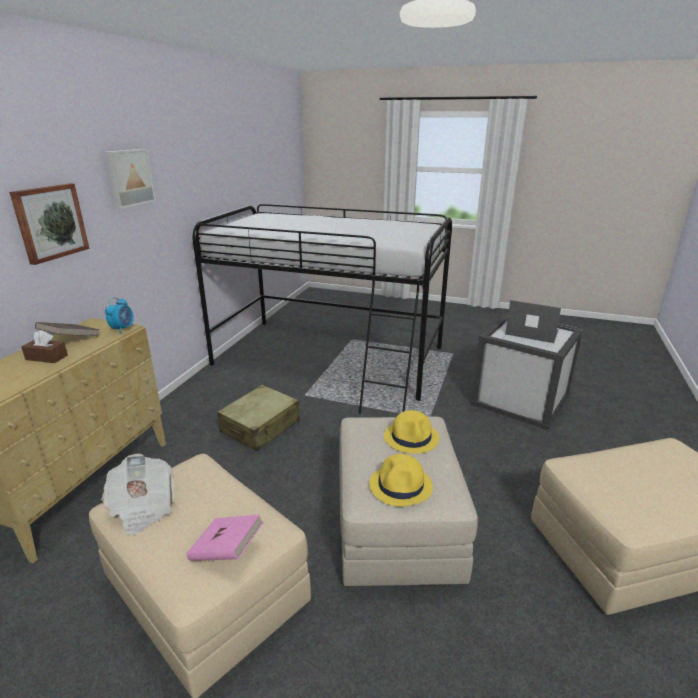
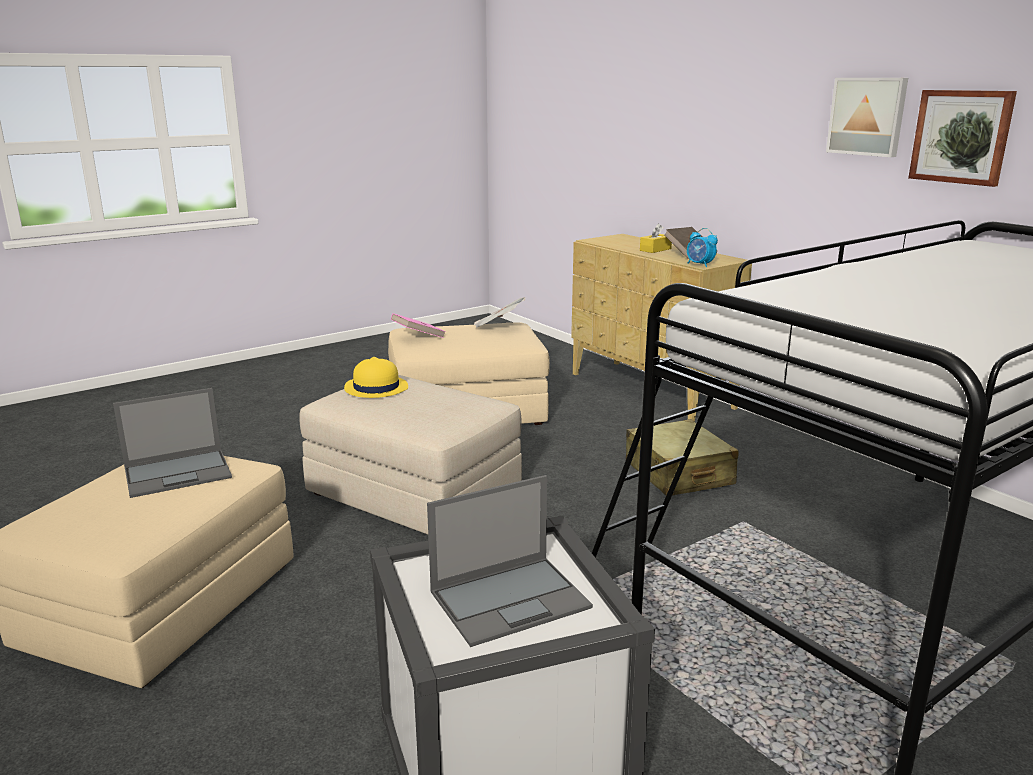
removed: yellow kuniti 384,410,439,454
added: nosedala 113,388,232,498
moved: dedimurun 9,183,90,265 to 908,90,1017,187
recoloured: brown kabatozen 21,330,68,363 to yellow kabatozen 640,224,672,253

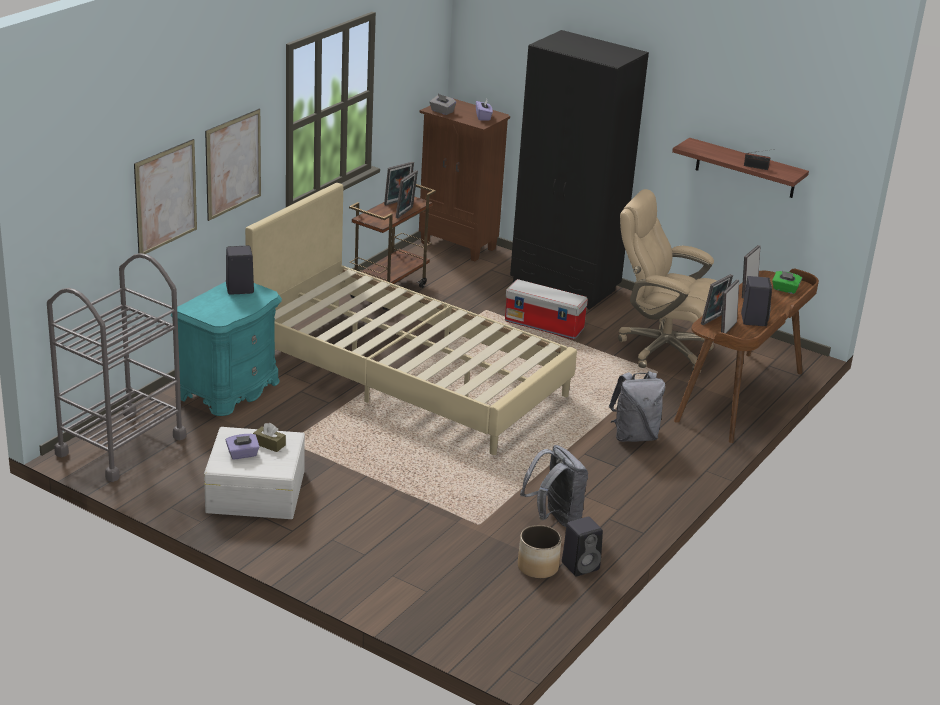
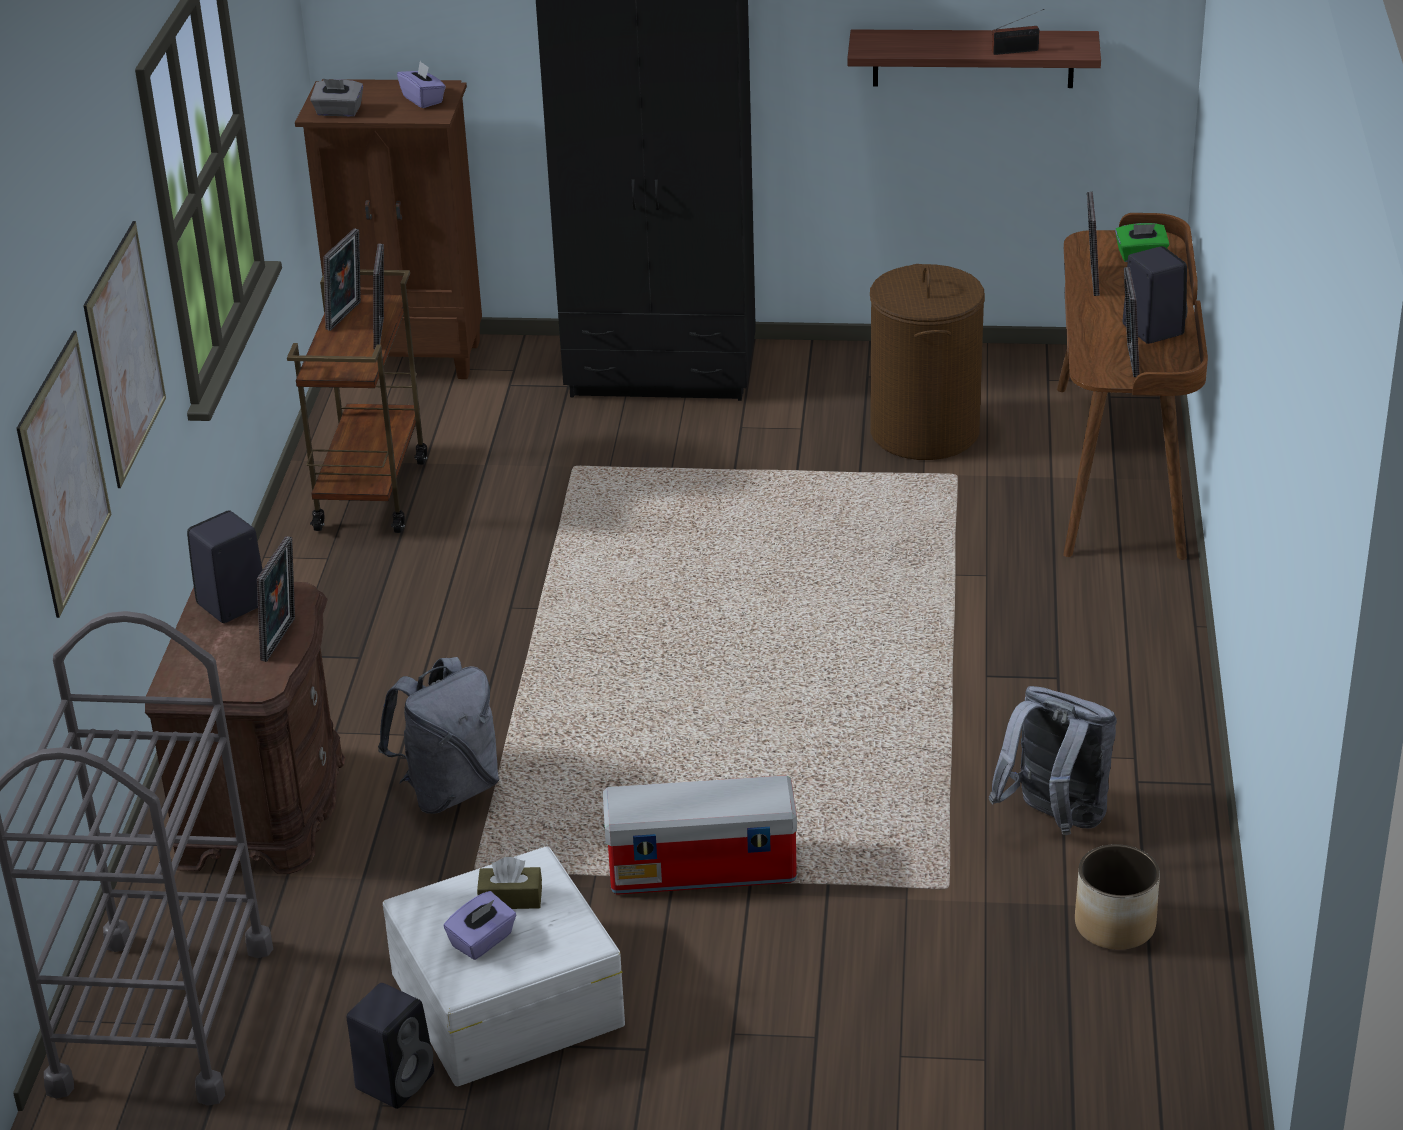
removed: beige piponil 245,183,577,455
moved: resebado 701,274,733,325 to 257,536,295,662; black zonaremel 562,517,603,576 to 347,983,434,1109; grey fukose 609,371,665,442 to 378,657,499,814; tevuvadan 505,279,588,340 to 603,775,797,894
replaced: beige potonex 618,189,717,372 to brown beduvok 870,264,985,460
recoloured: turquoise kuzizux 171,282,282,416 to brown kuzizux 145,582,345,874

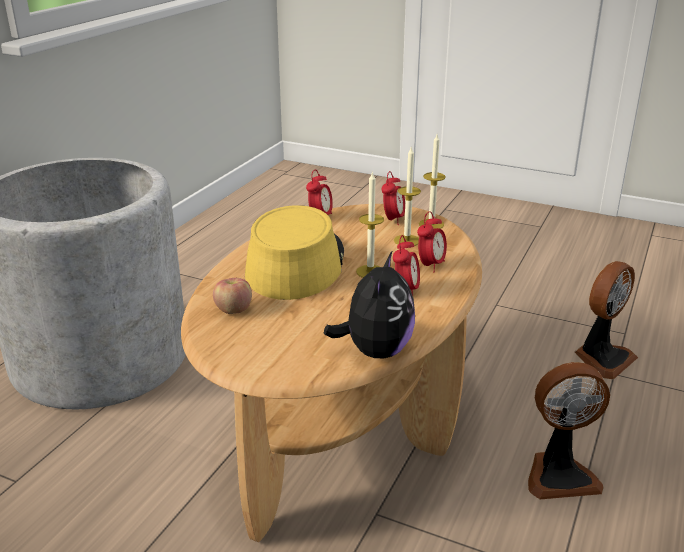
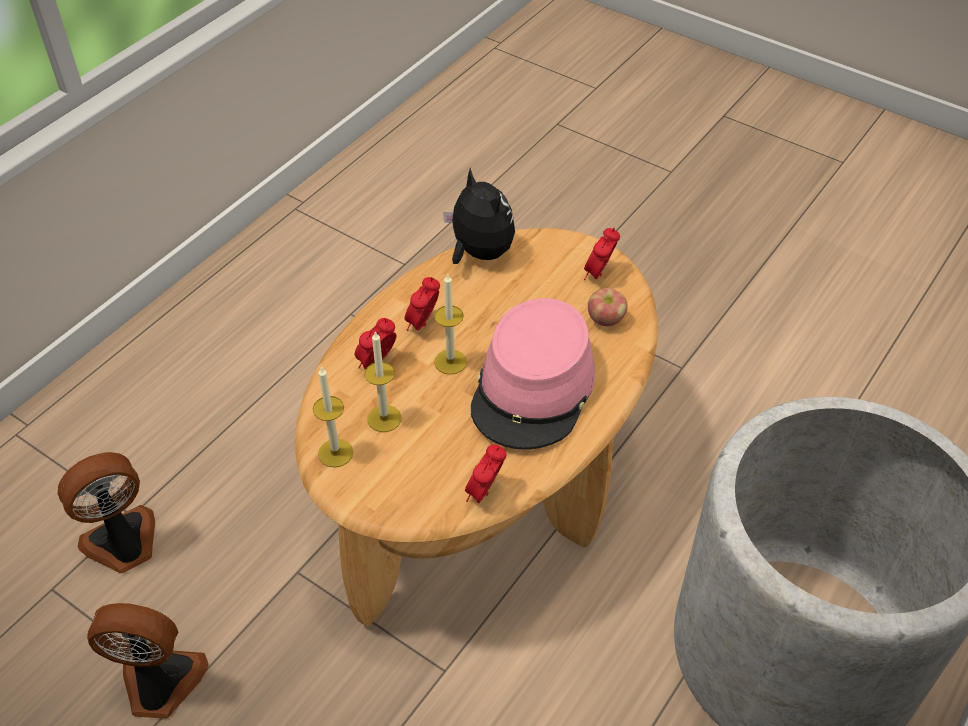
moved: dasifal 528,362,610,499 to 87,603,209,719; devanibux 381,171,405,225 to 584,228,620,280
recoloured: yellow kuniti 245,205,344,300 to pink kuniti 471,298,595,450
turned: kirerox 324,250,415,358 = 443,168,515,264 120 degrees clockwise

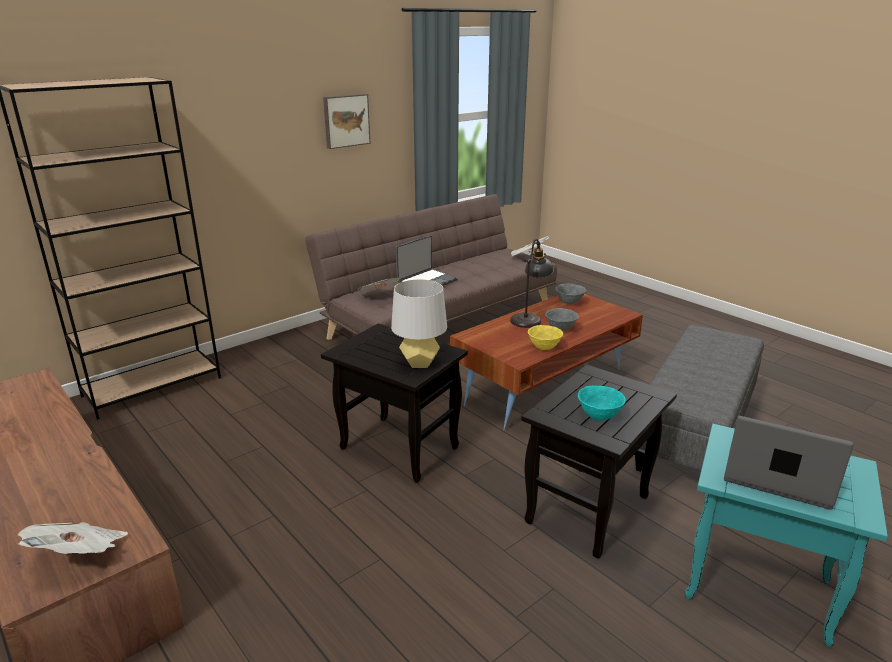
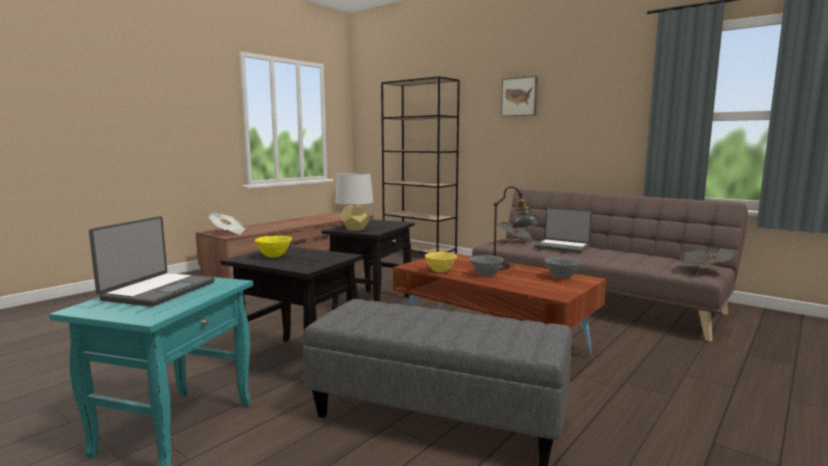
moved: dedimurun 323,94,370,149 to 501,76,538,117
recoloured: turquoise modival 578,386,626,420 to yellow modival 255,236,292,257

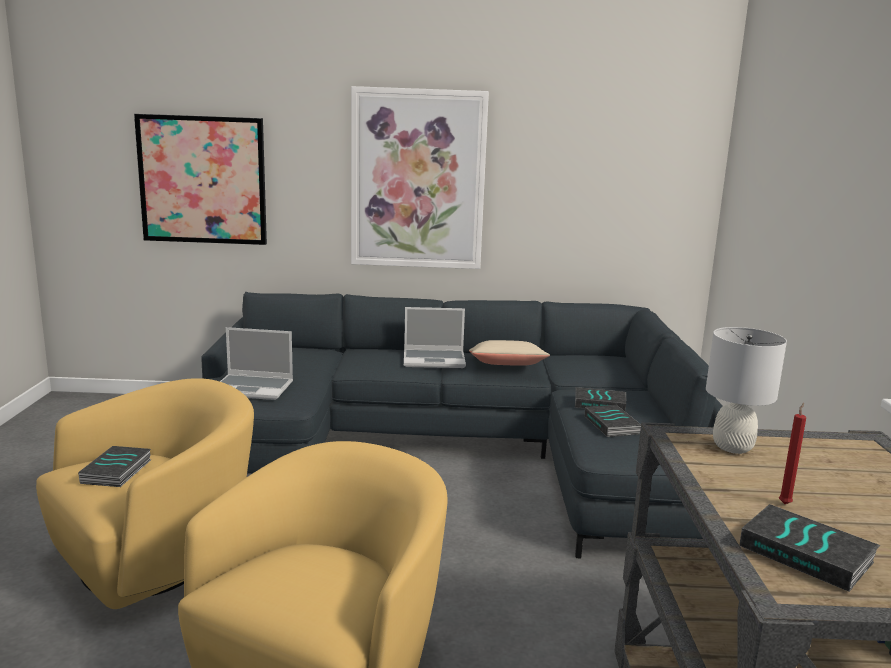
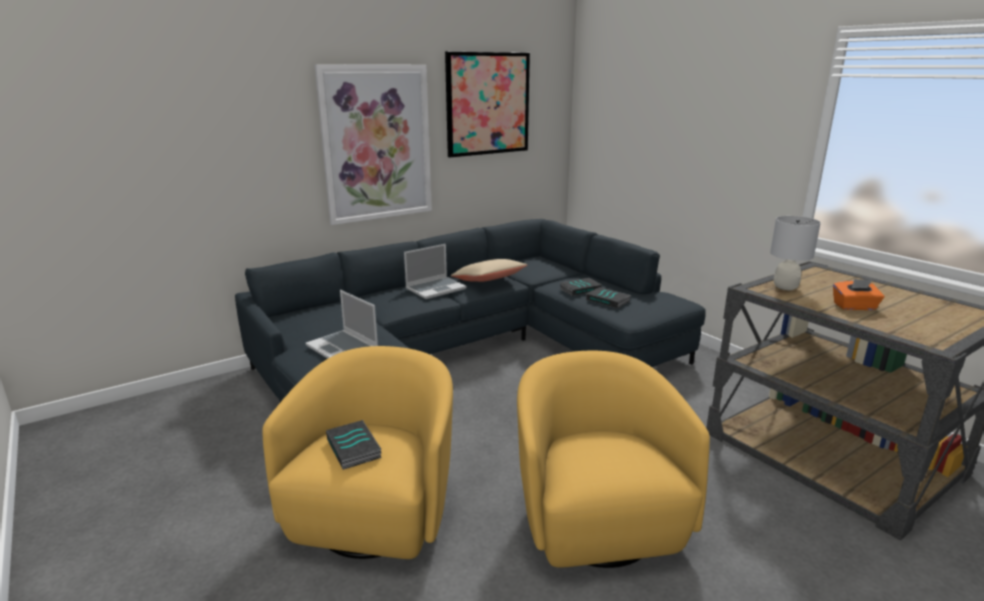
removed: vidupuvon 739,504,880,592
moved: dedimurun 134,114,267,245 to 445,51,530,158
replaced: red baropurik 779,402,806,504 to orange kabatozen 833,279,884,310
turned: nosedala 220,327,293,400 = 305,290,378,359 75 degrees clockwise

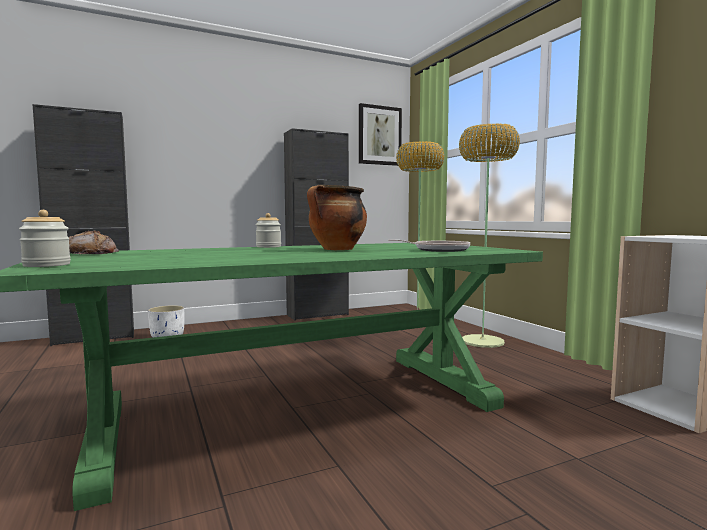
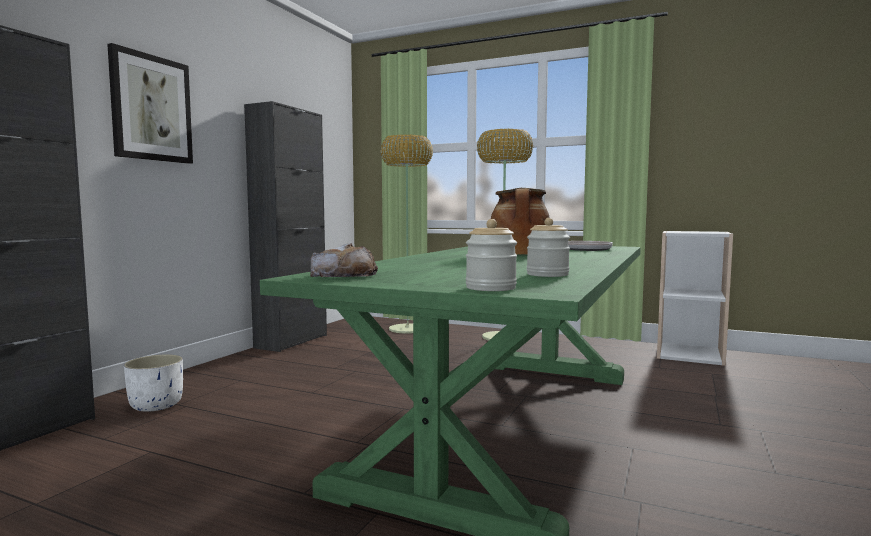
moved: dedimurun 359,103,402,166 to 107,43,193,164; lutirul 256,213,281,248 to 527,218,570,277

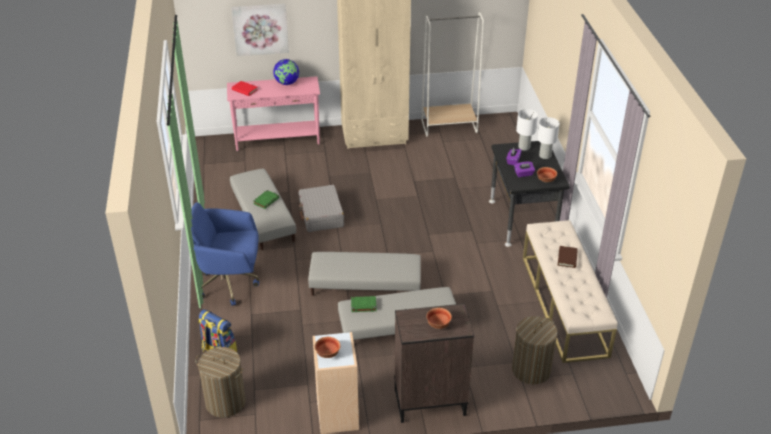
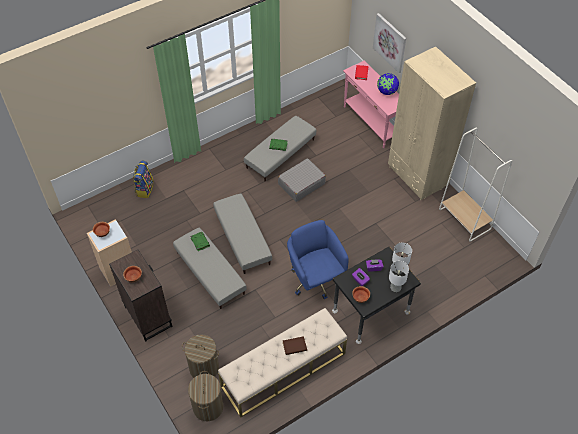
moved: beduvok 195,347,246,417 to 188,371,223,421; blue potonex 191,202,259,306 to 287,220,349,299

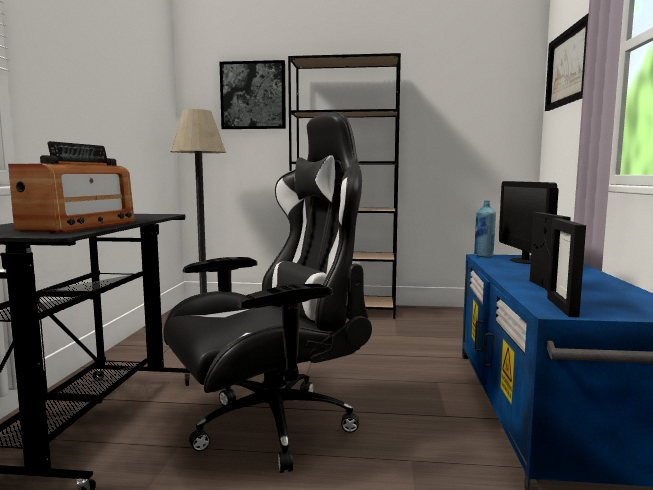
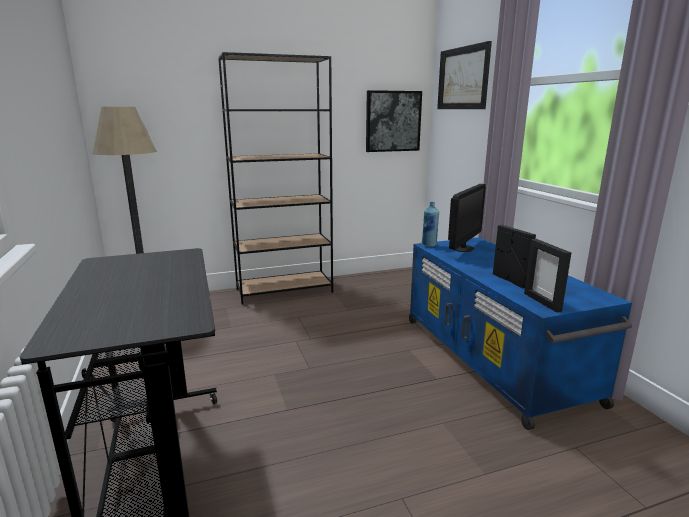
removed: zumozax 8,141,135,232; black potonex 163,112,372,473
moved: dedimurun 220,60,286,129 to 366,90,422,152
turned: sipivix 499,181,559,264 = 448,184,486,252 120 degrees counterclockwise

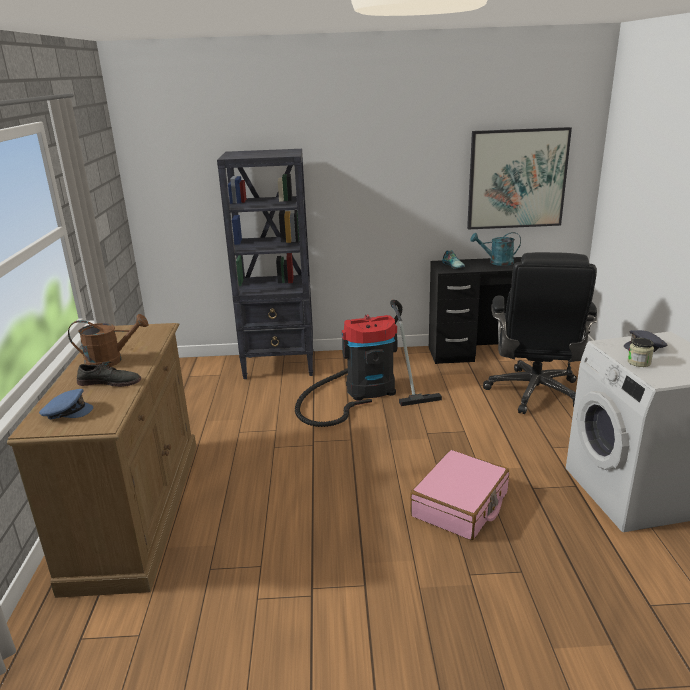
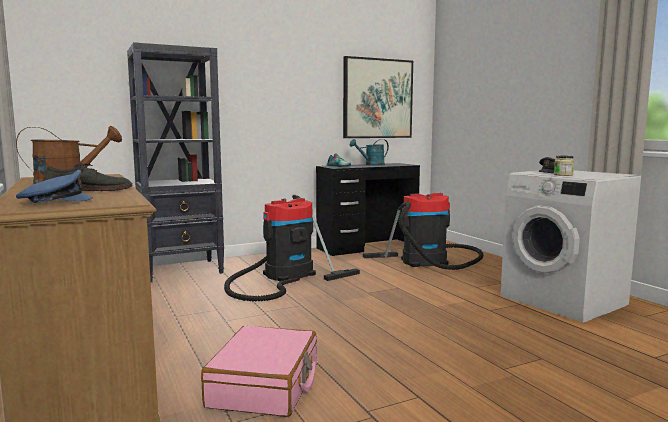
moved: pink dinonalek 410,450,509,540 to 201,325,317,417
replaced: black potonex 483,252,597,414 to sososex 363,193,483,270

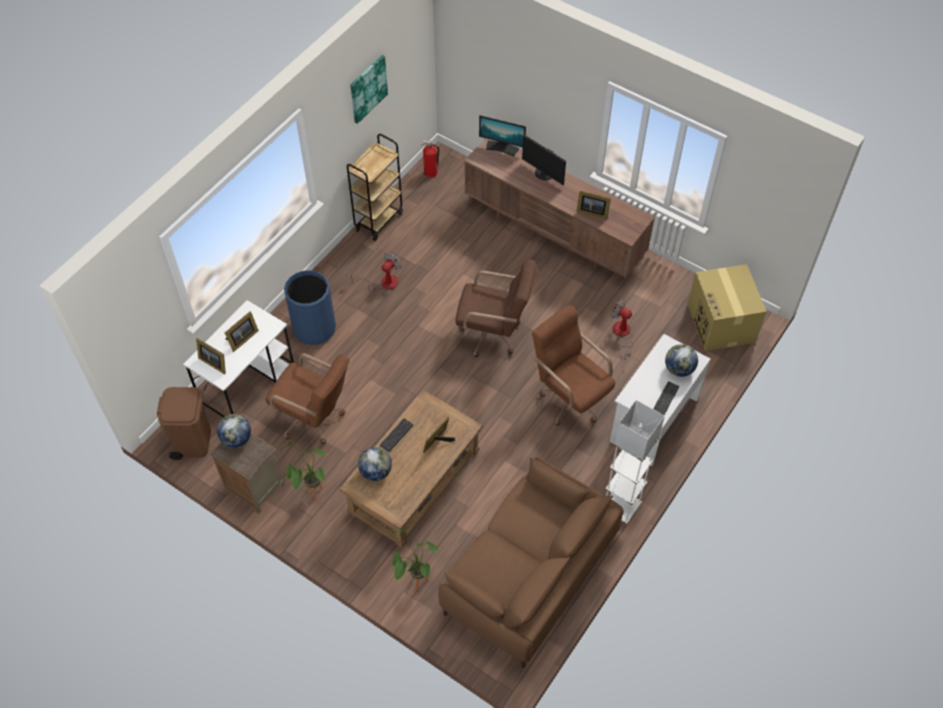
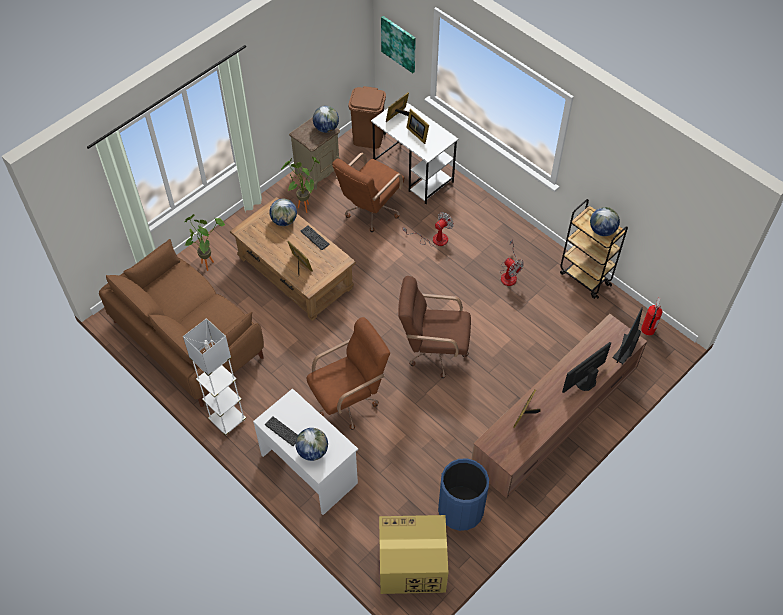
added: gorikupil 590,207,620,236
moved: dedimurun 350,55,388,124 to 381,16,416,73; dasifal 611,300,633,360 to 403,212,454,246; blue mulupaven 284,270,336,345 to 438,458,489,531
turned: brown potonex 455,260,537,357 = 398,276,471,378 75 degrees clockwise

